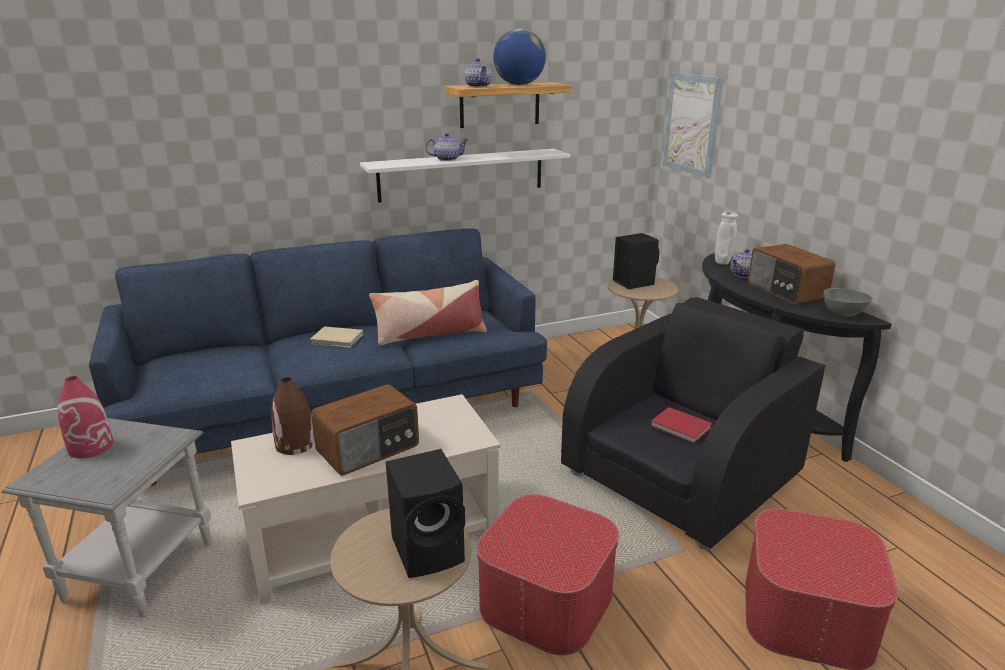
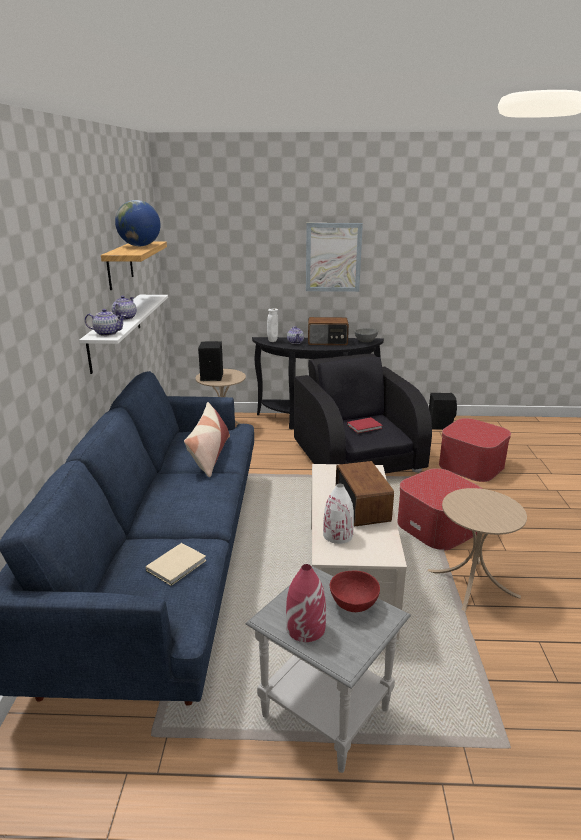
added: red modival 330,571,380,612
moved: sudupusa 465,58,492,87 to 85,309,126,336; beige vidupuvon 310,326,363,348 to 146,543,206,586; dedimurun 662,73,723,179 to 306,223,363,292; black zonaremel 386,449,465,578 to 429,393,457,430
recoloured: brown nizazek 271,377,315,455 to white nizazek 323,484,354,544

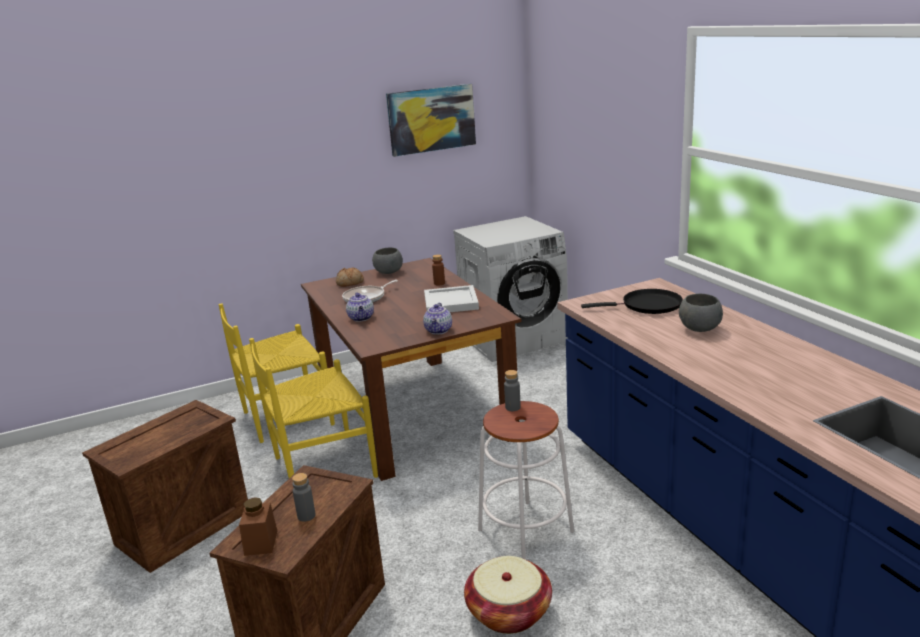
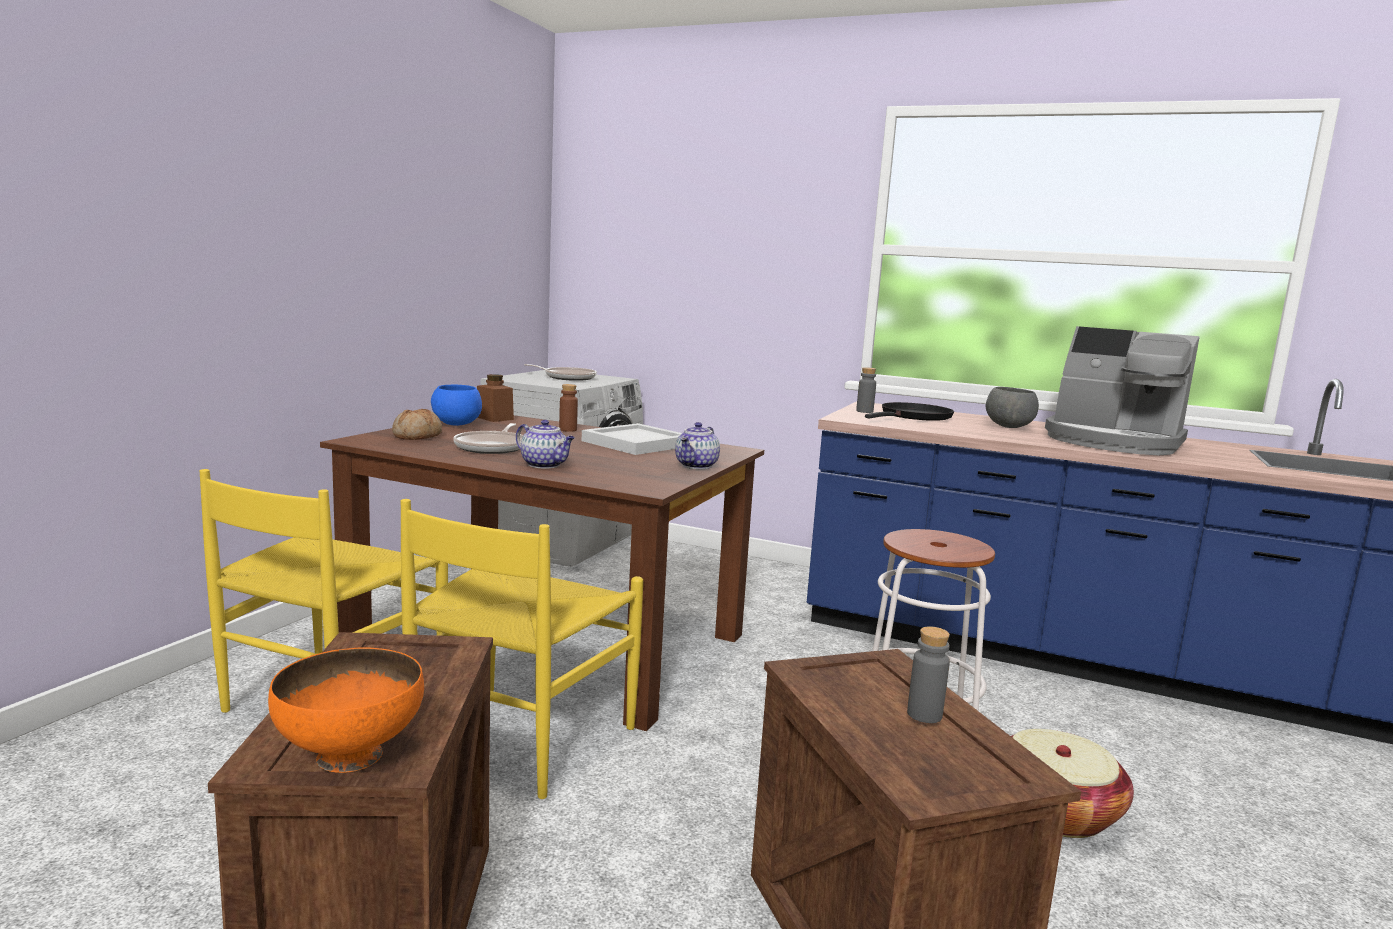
removed: dedimurun 386,84,476,157
added: orange modival 268,648,424,773; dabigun 524,364,597,381; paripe 1045,326,1199,455
moved: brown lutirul 239,497,277,556 to 477,374,514,422; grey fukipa 504,370,521,411 to 856,367,876,413
recoloured: grey modival 372,248,403,274 to blue modival 431,385,482,426
turned: sudupusa 423,303,452,334 = 675,422,720,469 60 degrees clockwise

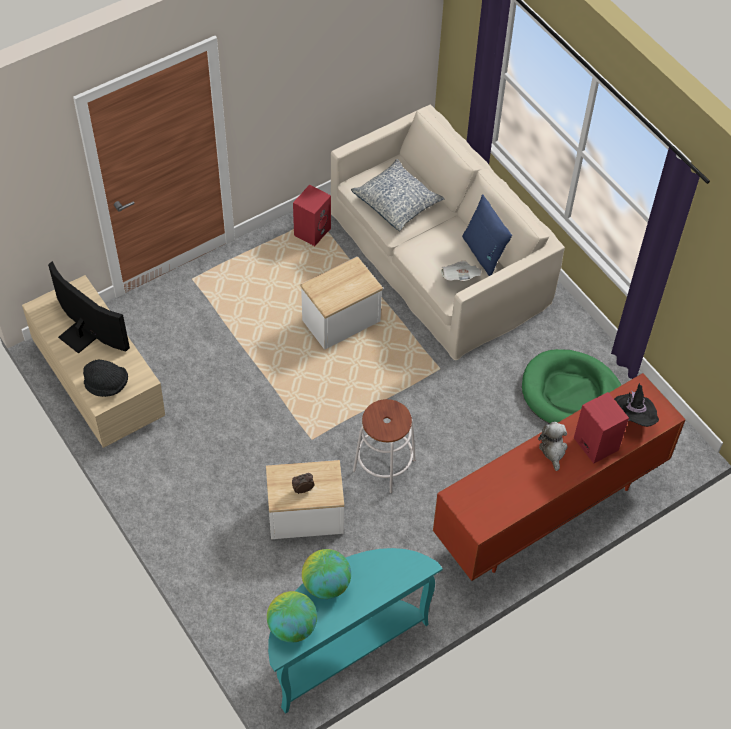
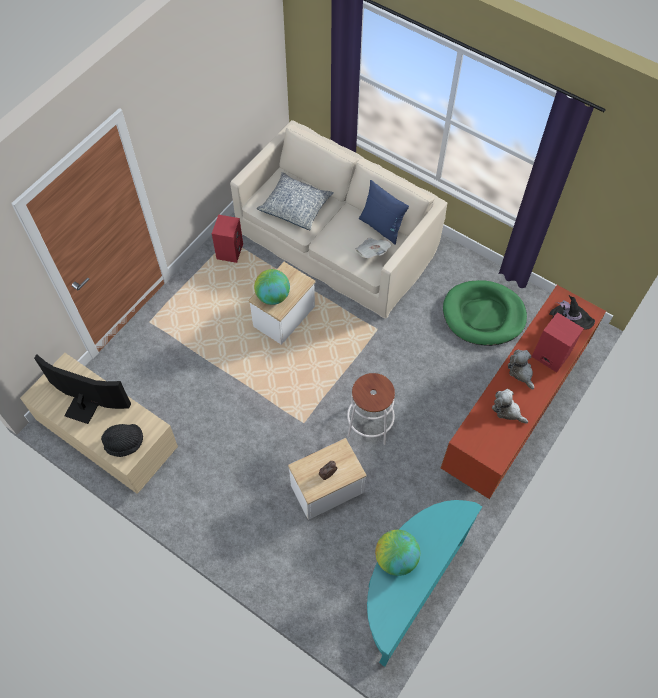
added: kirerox 492,389,528,423
moved: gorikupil 267,591,317,643 to 254,269,290,305

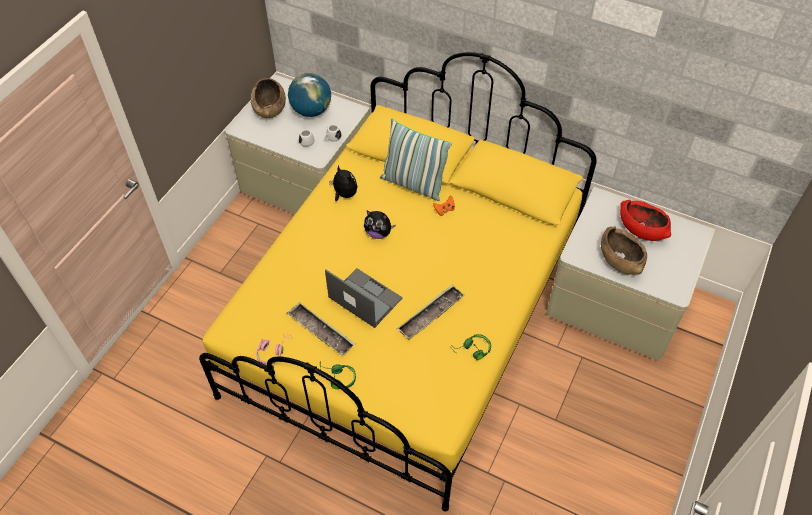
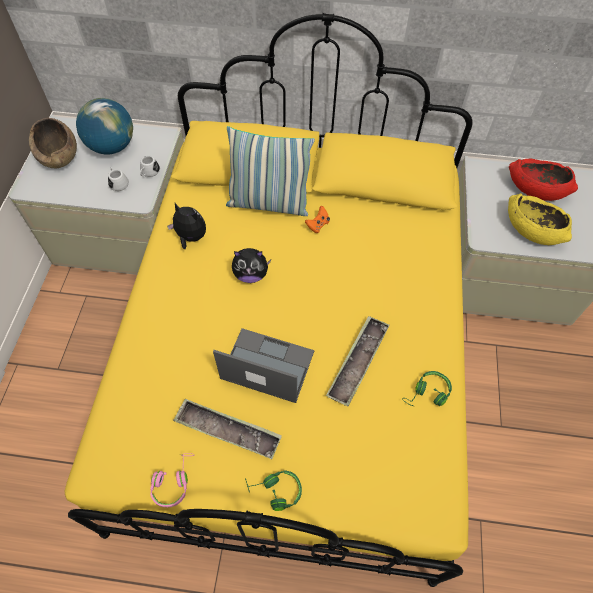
recoloured: brown modival 601,226,647,275 to yellow modival 508,193,572,245

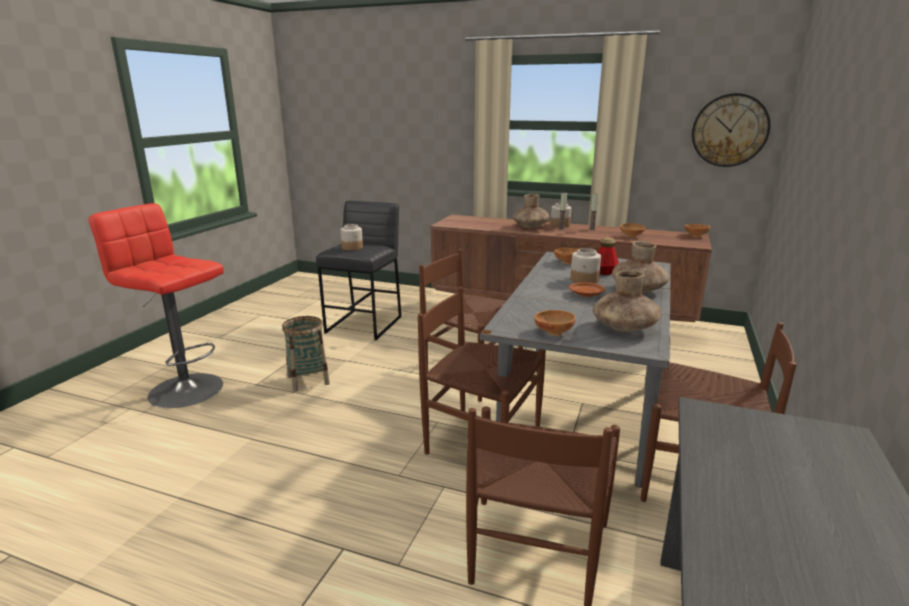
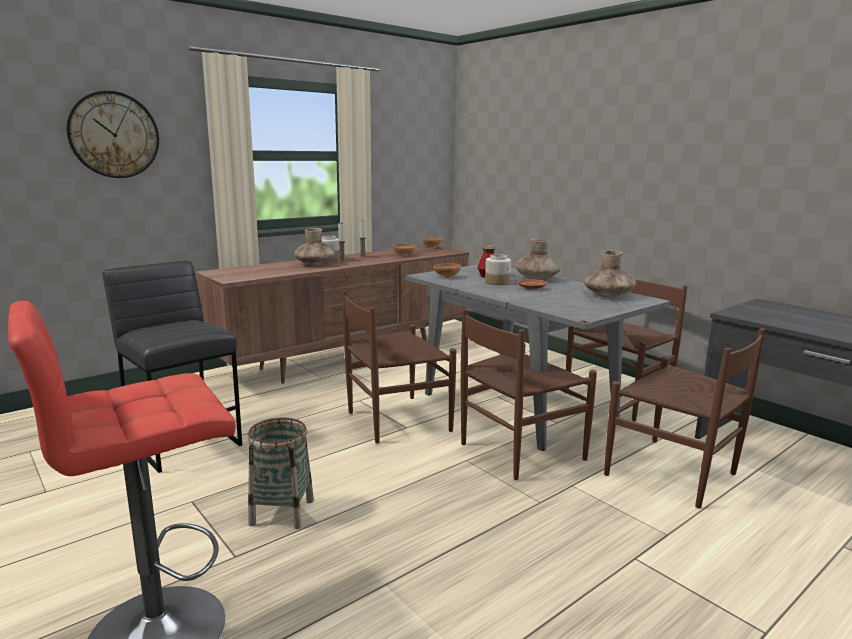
removed: lutirul 341,224,363,251; brown modival 534,310,576,336
moved: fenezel 692,93,770,167 to 66,91,159,178

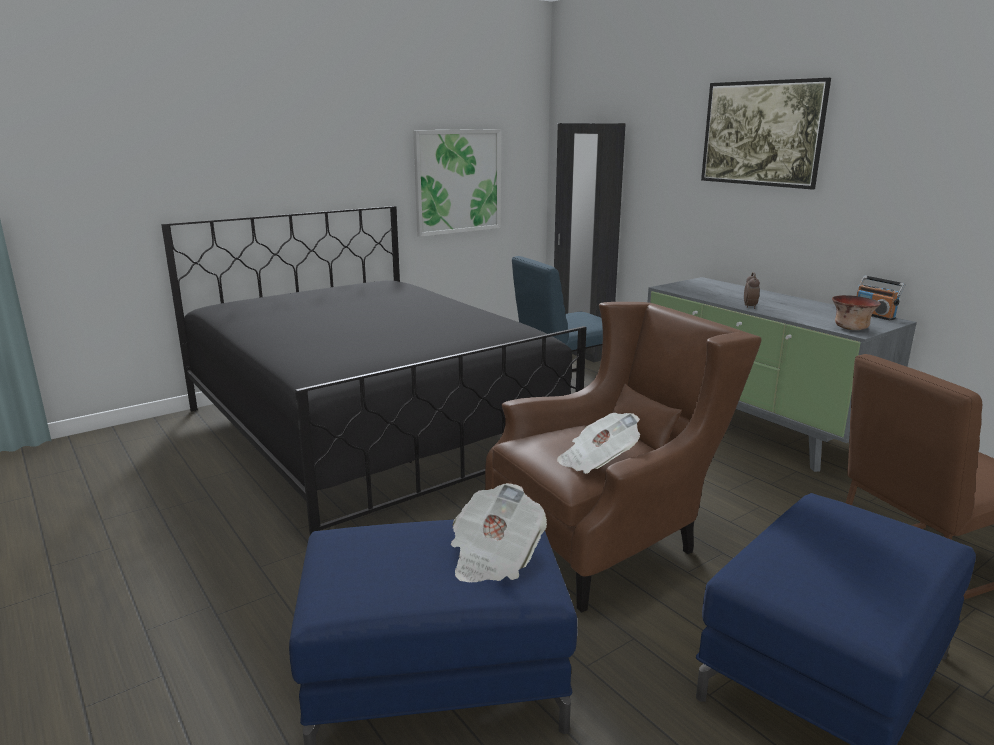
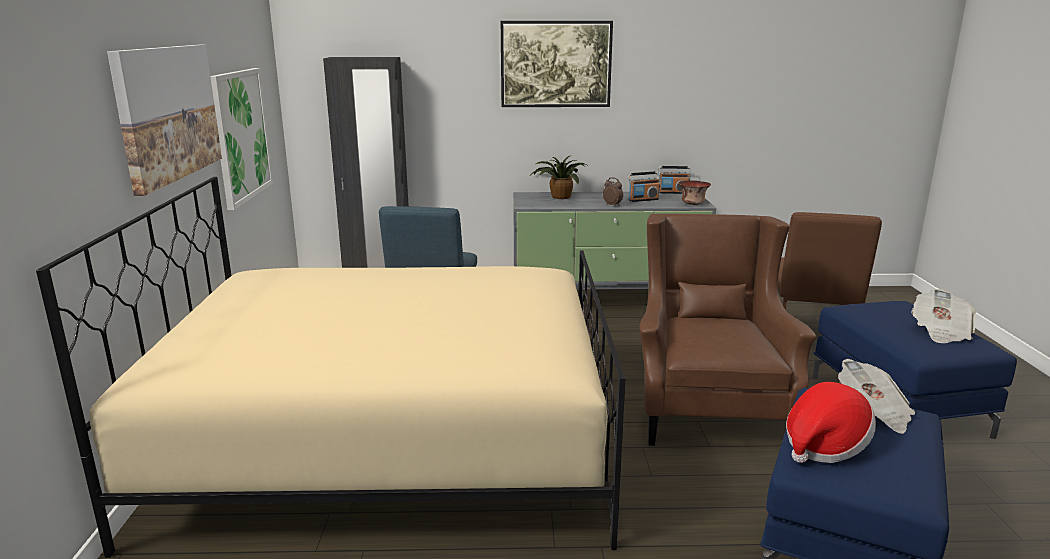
added: dedimurun 107,45,222,196; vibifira 531,156,587,199; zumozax 628,171,660,202; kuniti 786,382,876,463
moved: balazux 557,413,640,474 to 911,289,976,343
recoloured: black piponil 161,206,586,535 to beige piponil 36,177,625,558

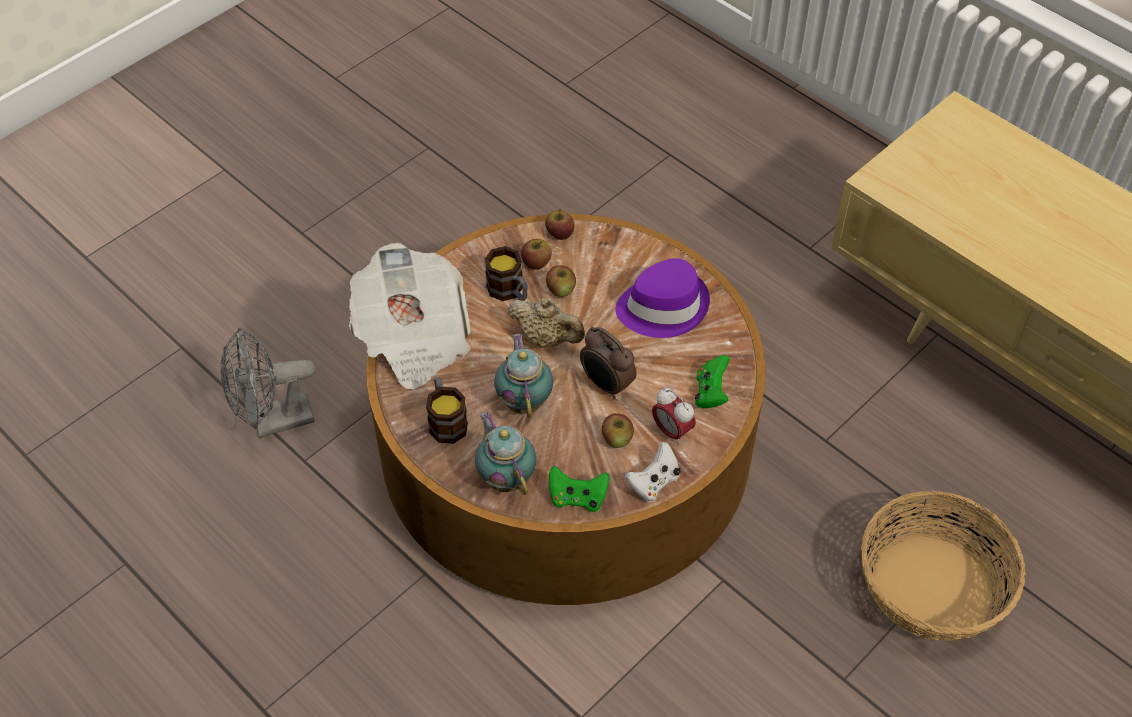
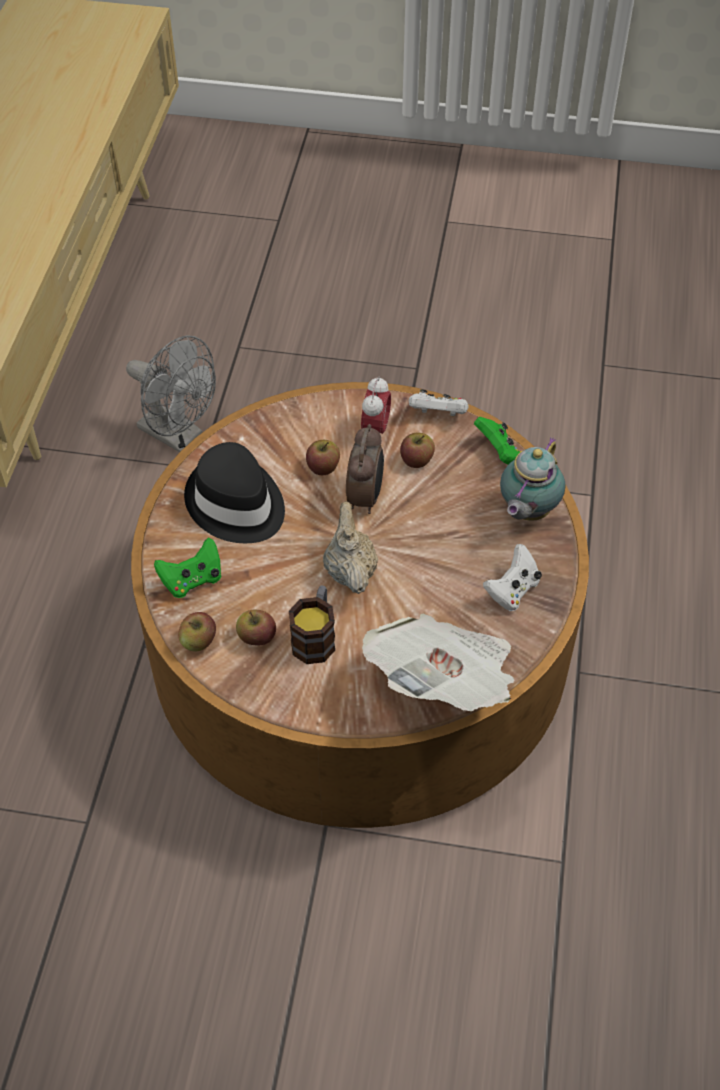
removed: sudupusa 494,334,553,418; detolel 861,491,1026,641
moved: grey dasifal 221,327,316,438 to 126,335,216,452; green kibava 695,355,730,409 to 154,538,221,598; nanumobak 546,265,576,297 to 306,440,340,475
replaced: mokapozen 426,377,468,444 to white kibava 483,544,542,611
recoloured: purple kuniti 615,258,710,338 to black kuniti 184,442,285,543

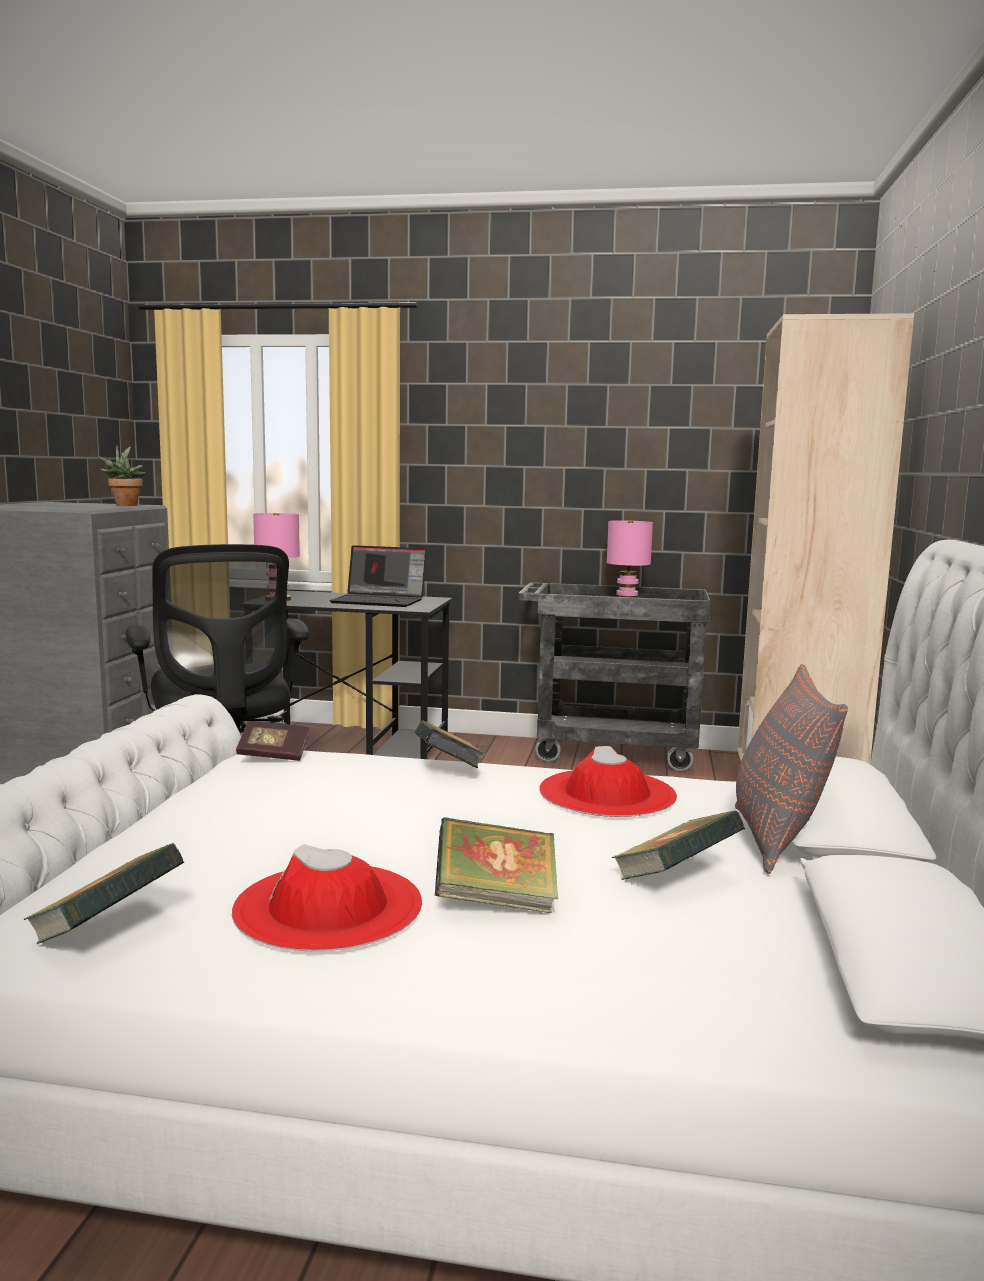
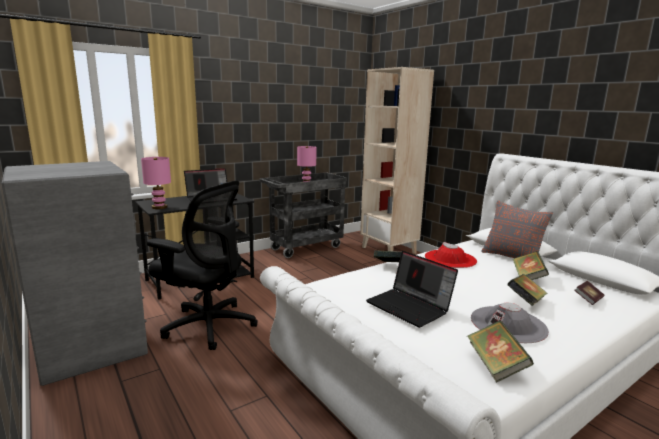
removed: vibifira 99,446,145,506
added: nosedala 366,251,458,328
moved: vidupuvon 236,721,309,761 to 575,281,604,305
recoloured: red kuniti 232,844,422,952 to grey kuniti 471,303,549,343

